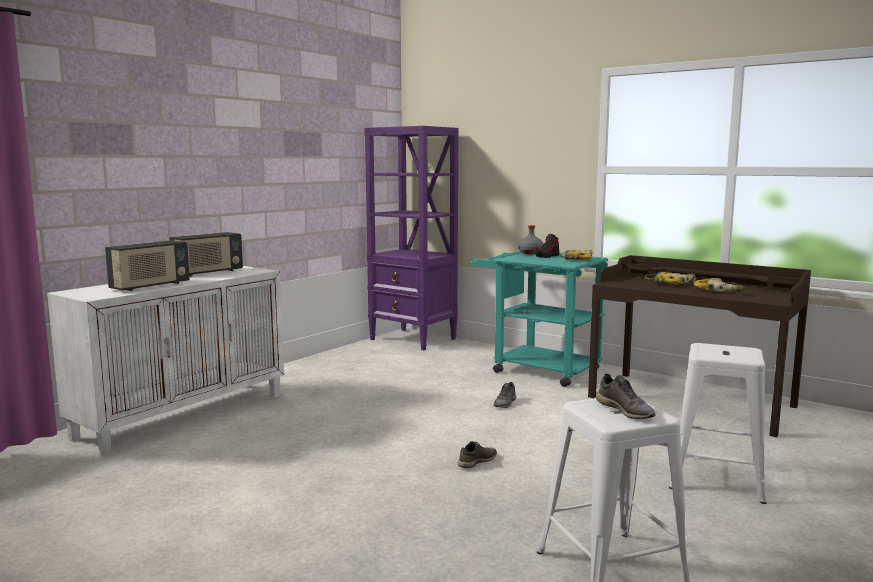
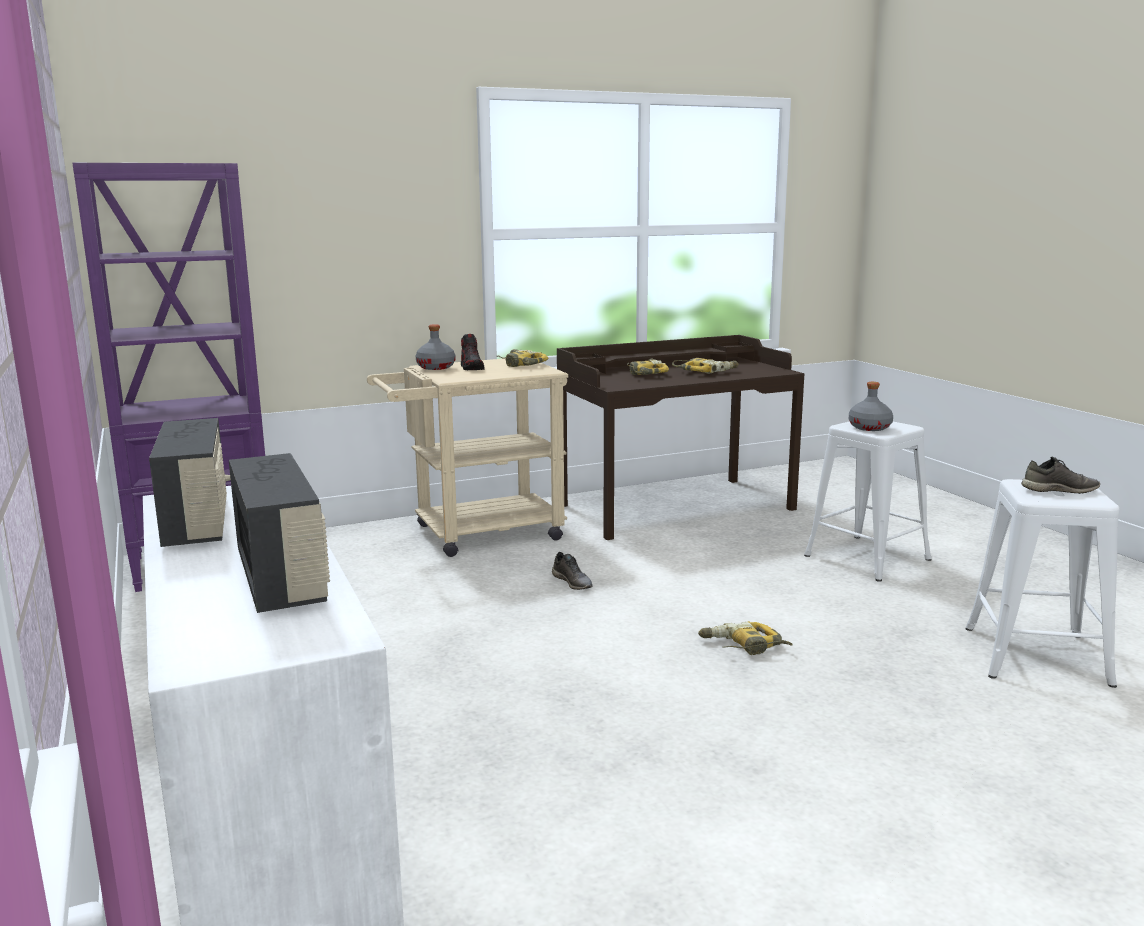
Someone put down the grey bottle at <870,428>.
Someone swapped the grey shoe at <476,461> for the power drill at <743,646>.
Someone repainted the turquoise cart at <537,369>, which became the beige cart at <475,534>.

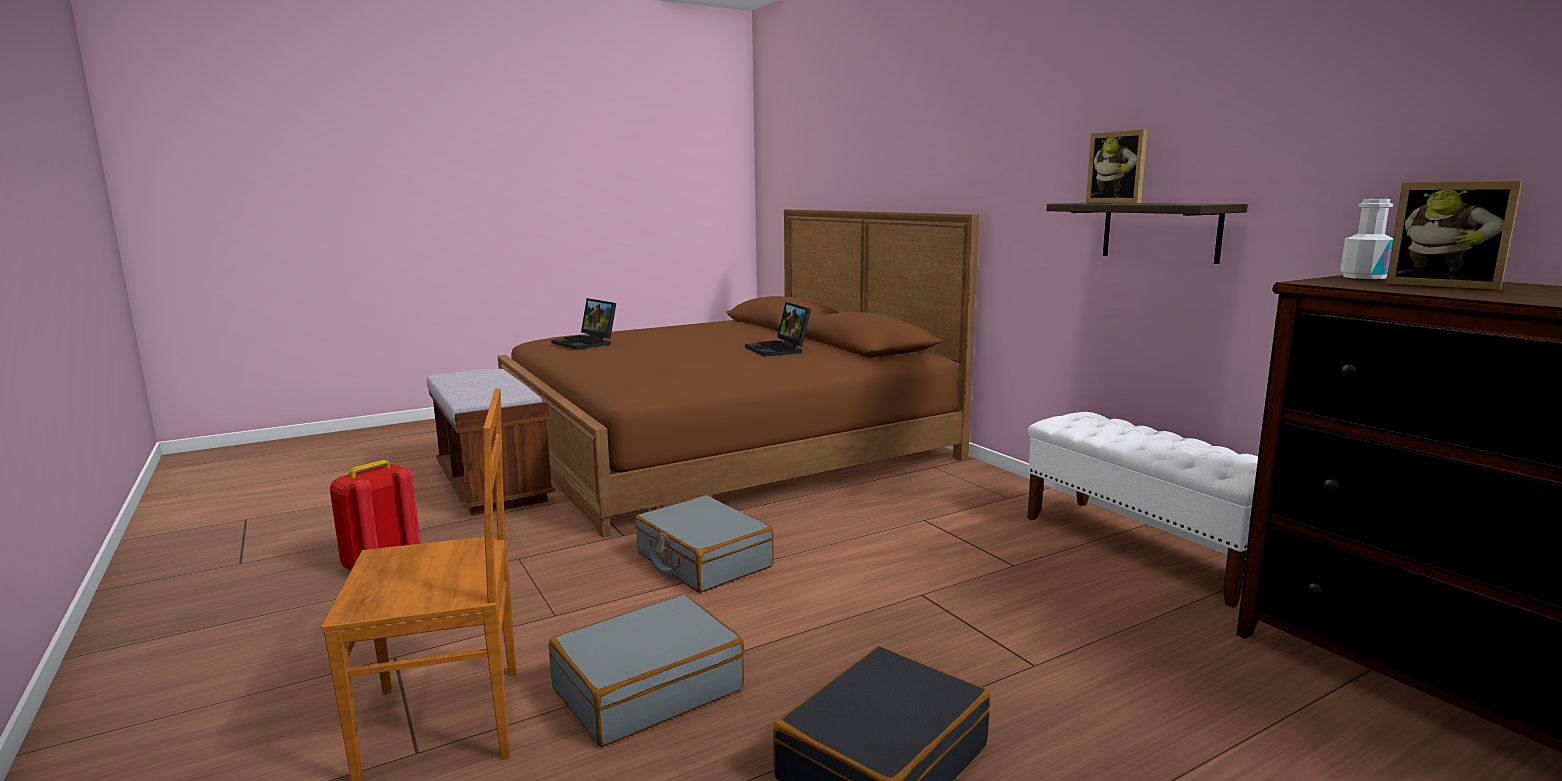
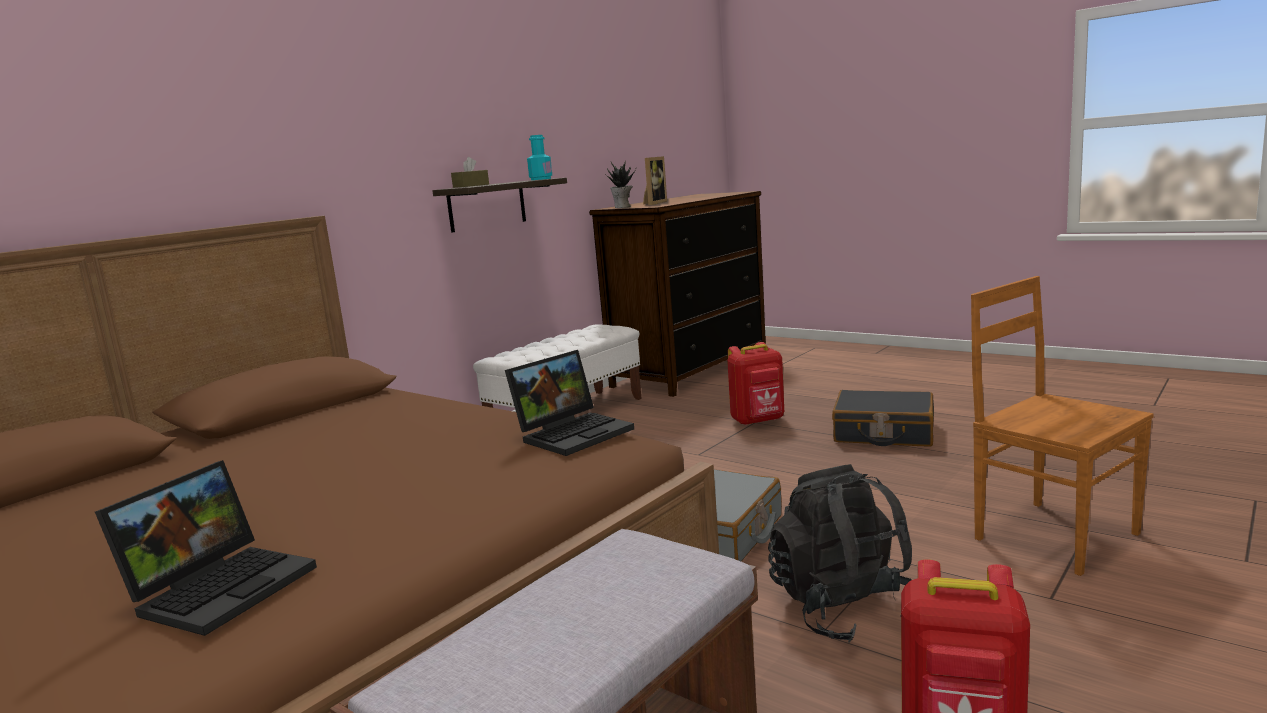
Someone took away the grey suitcase at <647,688>.
Someone put down the turquoise bottle at <541,179>.
Someone put down the red backpack at <758,421>.
Someone put down the black backpack at <845,610>.
Someone carried the laptop from <779,350> to <574,433>.
Someone swapped the picture frame at <1117,202> for the brown tissue box at <471,186>.
Someone swapped the white bottle at <1364,277> for the potted plant at <623,207>.

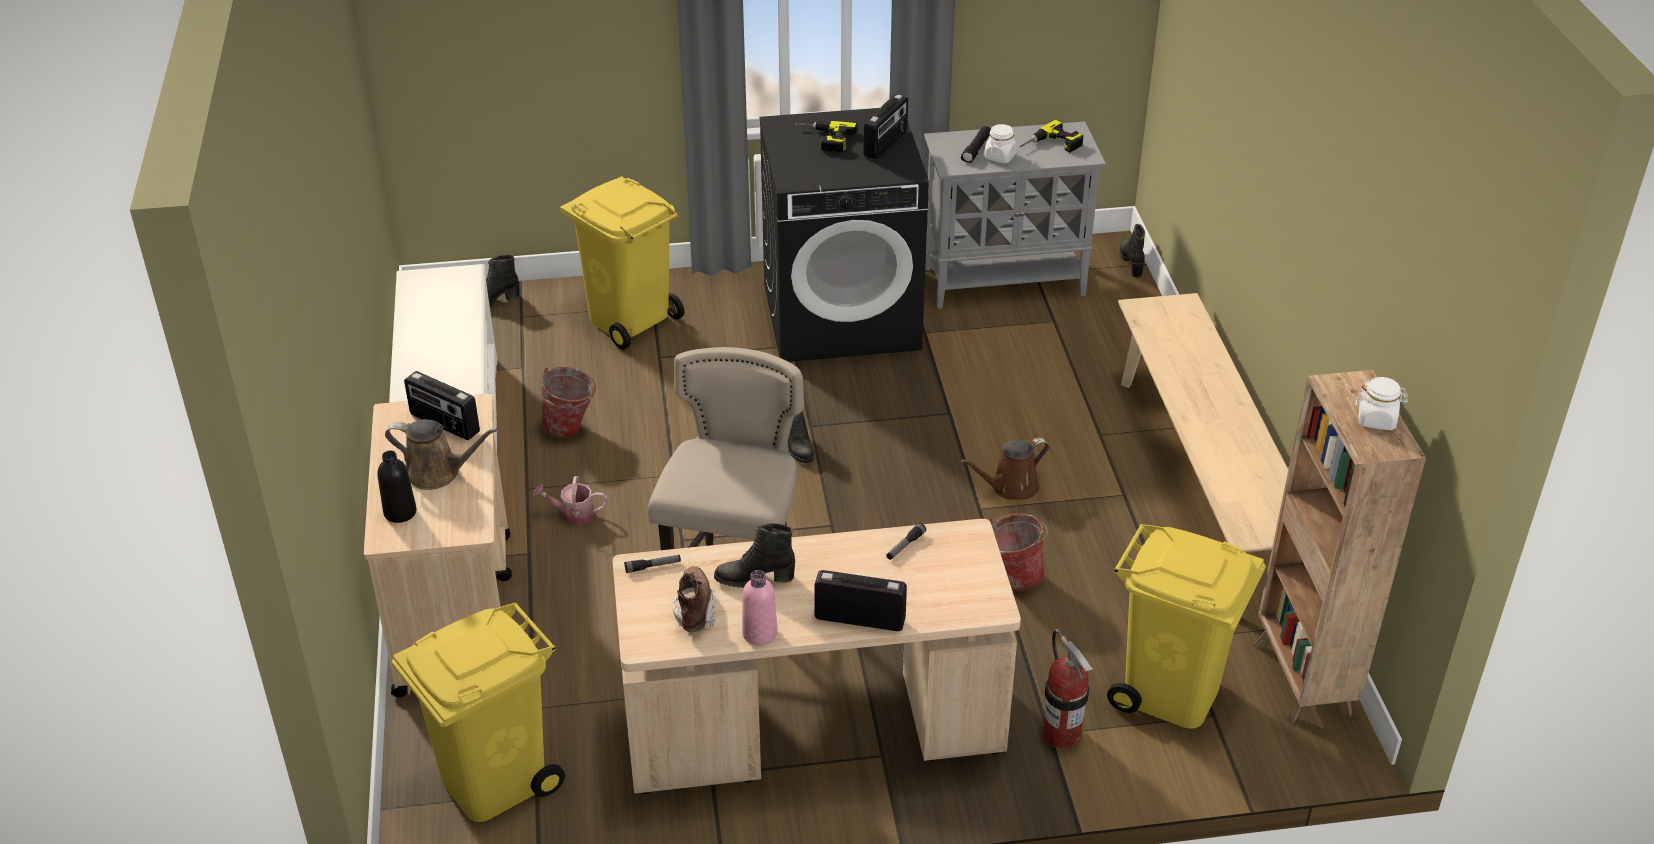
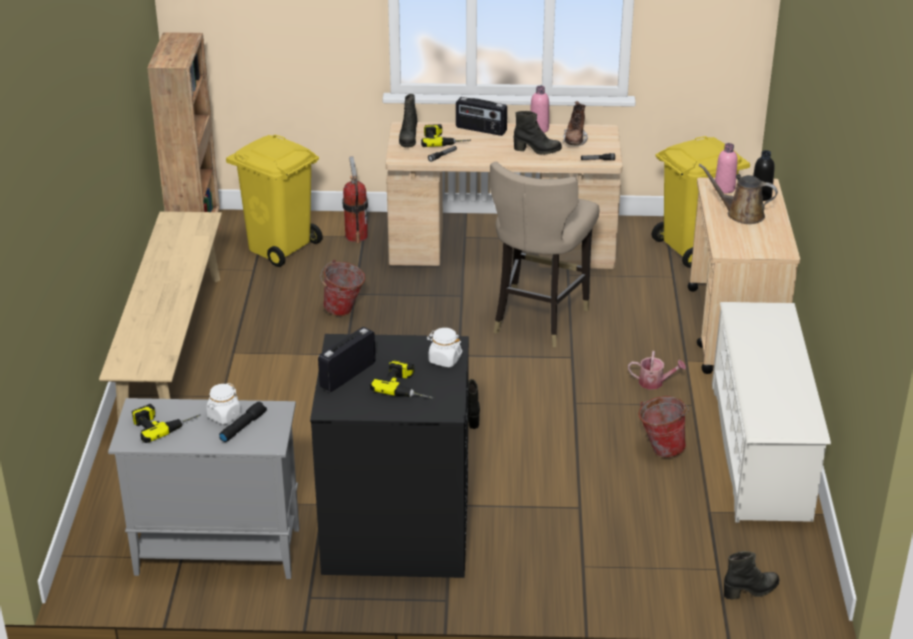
Someone took away the radio at <444,424>.
Someone took away the yellow trash can at <630,319>.
Someone took away the brown watering can at <1010,487>.
Someone put down the power drill at <444,140>.
Someone put down the pink bottle at <724,188>.
Someone carried the black boot from <1131,262> to <408,139>.
Someone carried the white jar from <1377,419> to <444,359>.

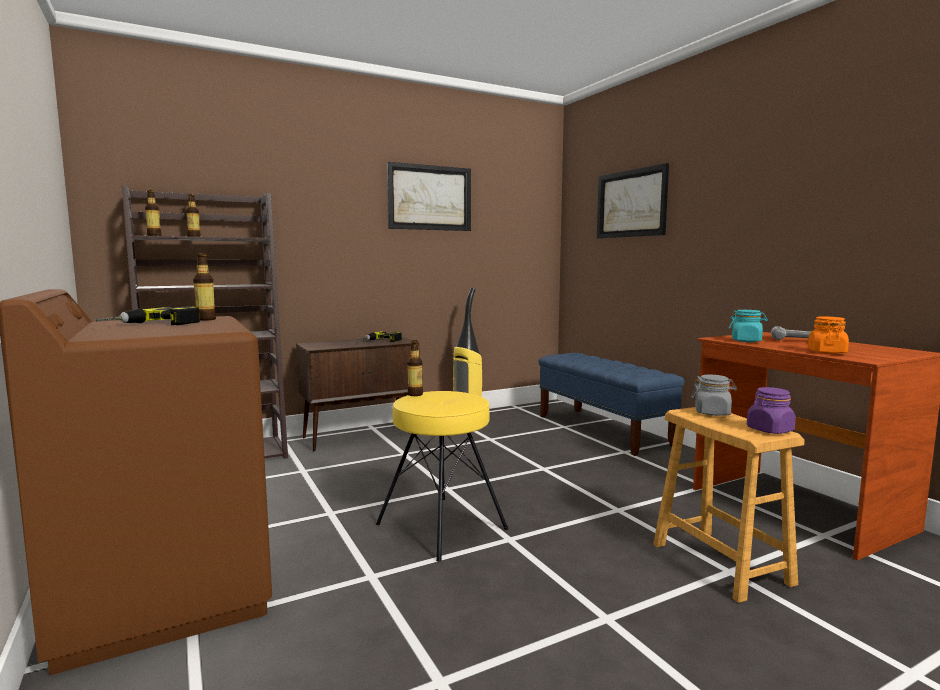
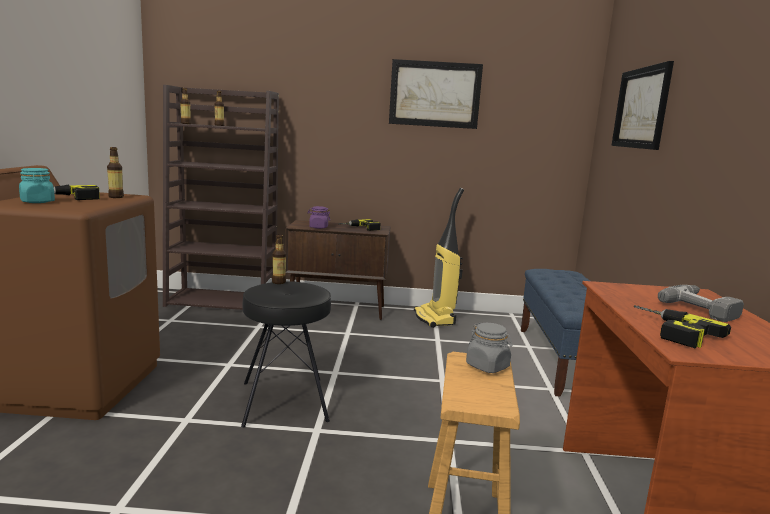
Someone carried the turquoise jar from <746,341> to <37,202>.
Someone carried the purple jar from <769,430> to <318,227>.
Someone swapped the orange jar at <826,352> for the power drill at <668,330>.
Someone repainted the yellow stool at <442,526>, which became the black stool at <285,401>.

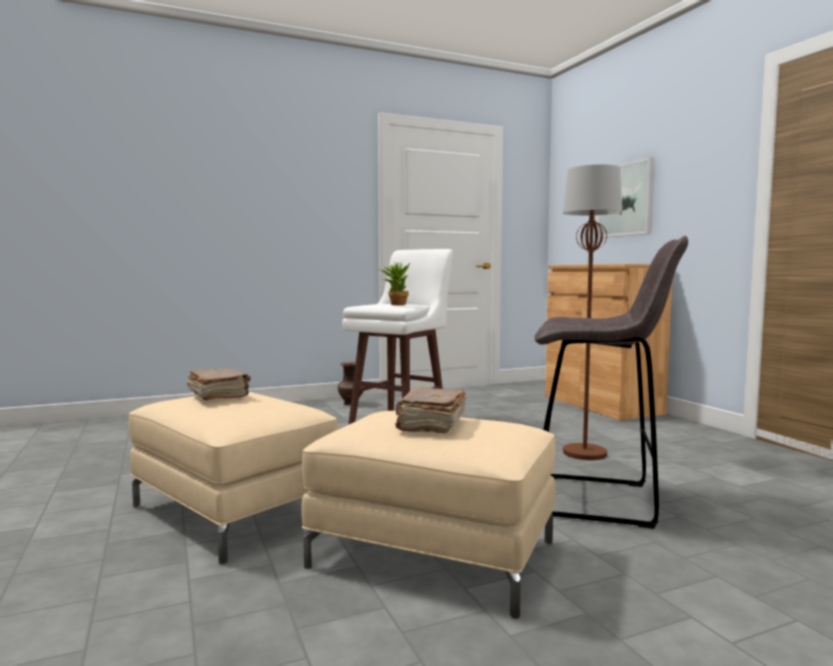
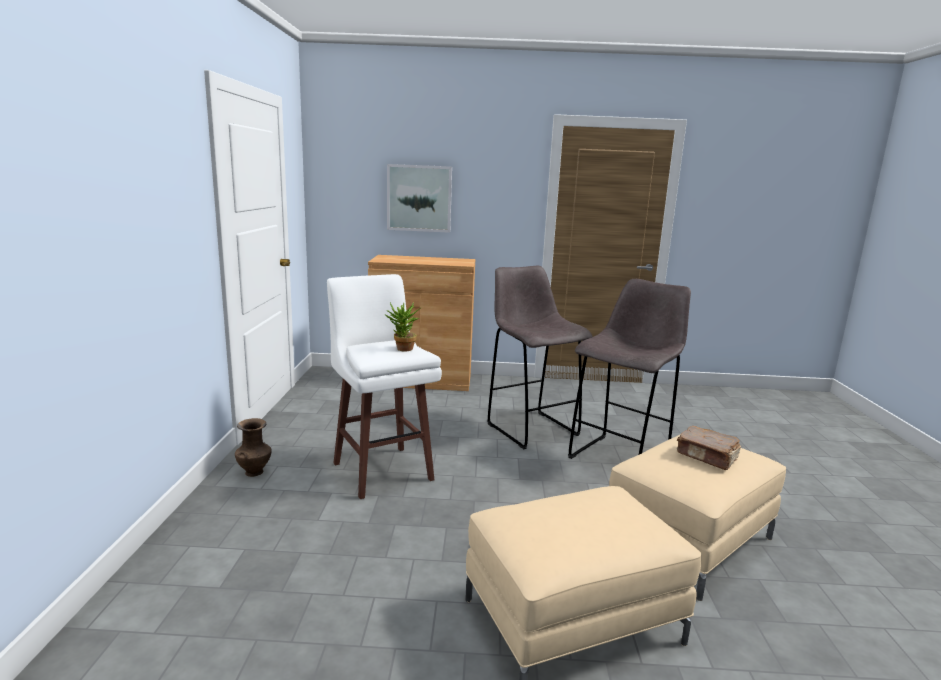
Someone took away the brown book at <219,396>.
Someone swapped the brown floor lamp at <585,453> for the grey stool at <530,428>.

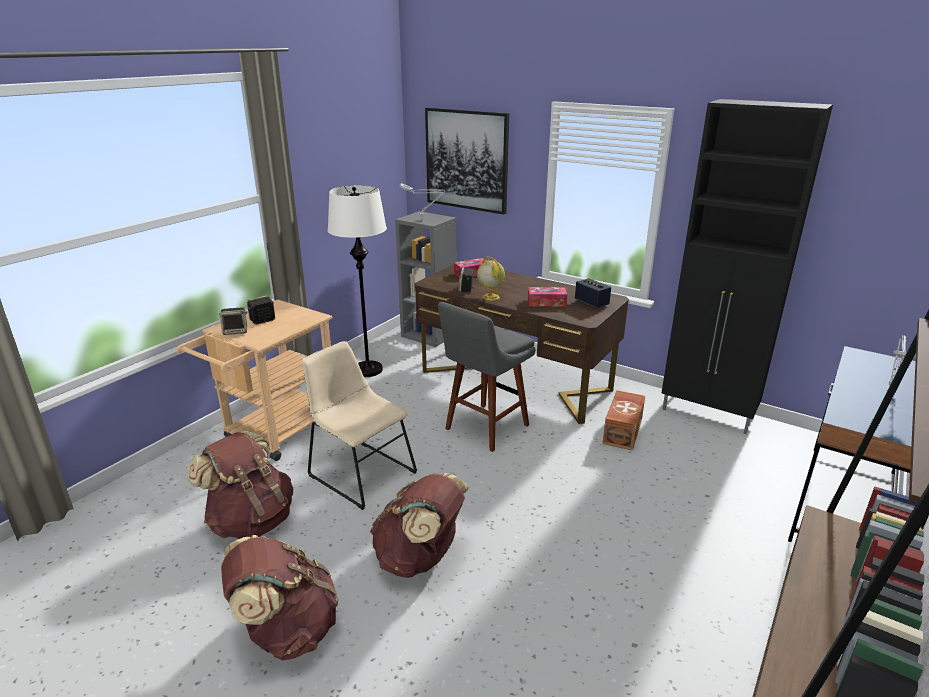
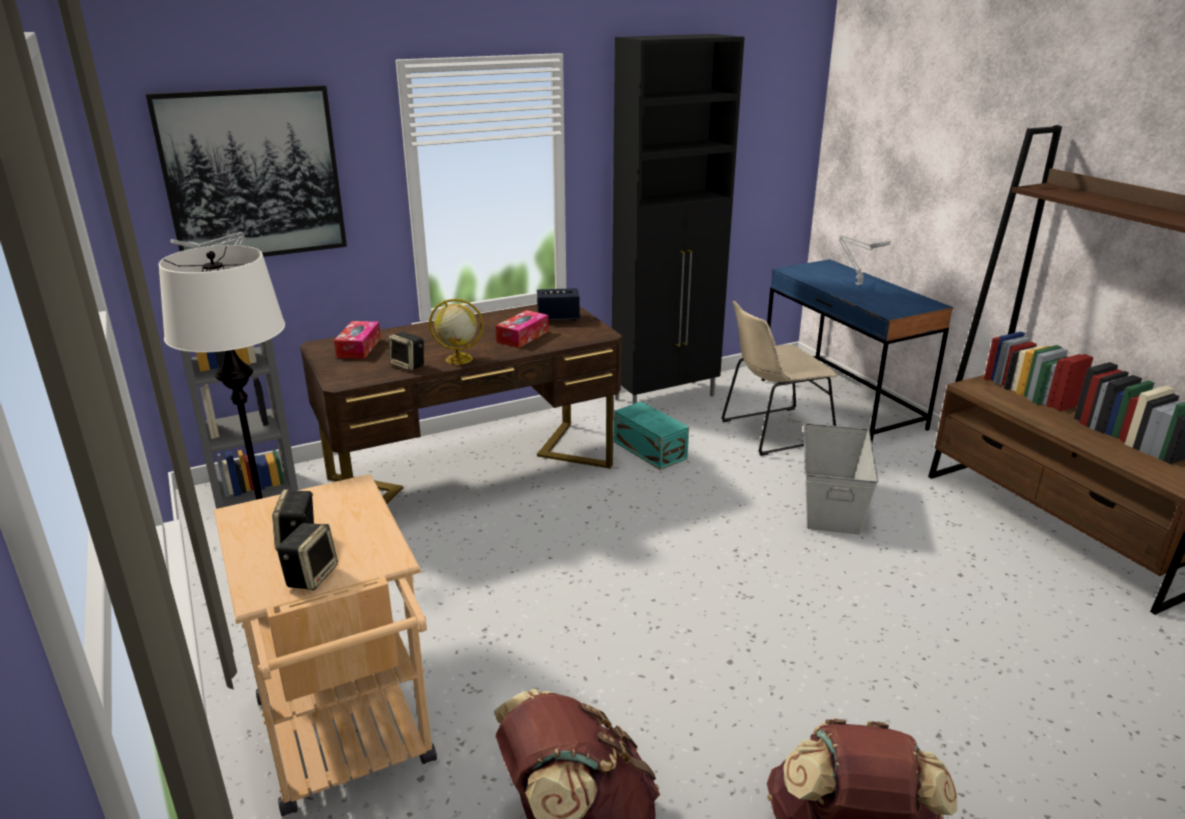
Someone took away the brown backpack at <420,558>.
Someone took away the grey stool at <484,429>.
Someone put down the grey storage box at <830,502>.
Someone carried the beige chair from <359,472> to <773,431>.
Someone repainted the brown storage box at <623,431>, which became the turquoise storage box at <650,449>.

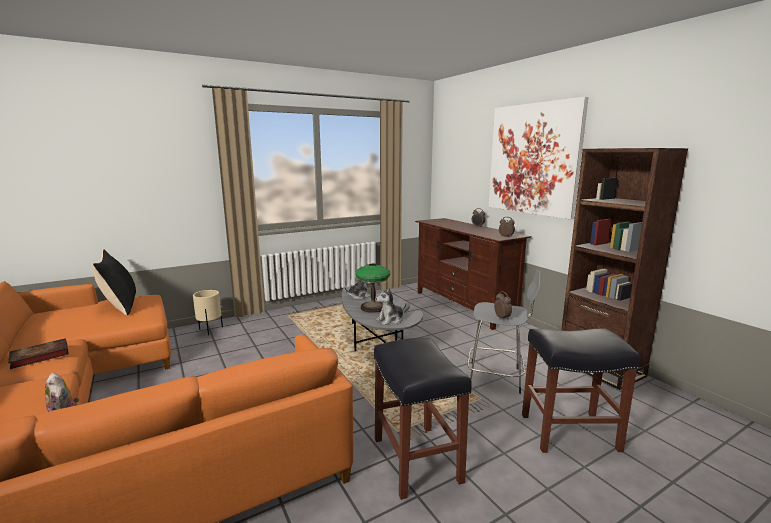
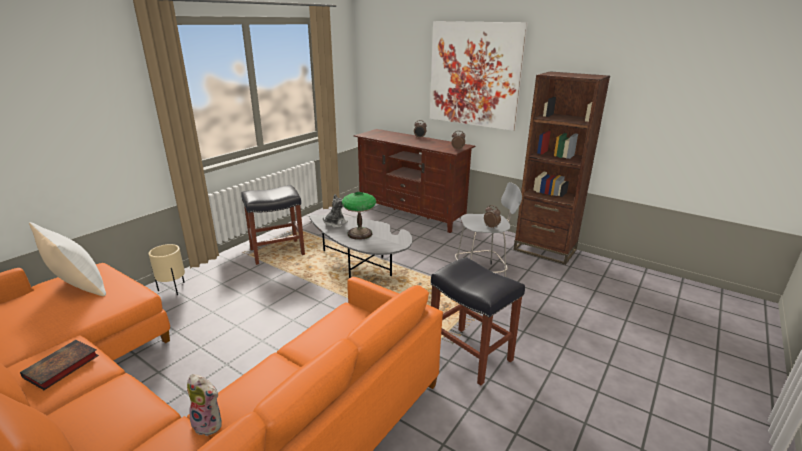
Someone took away the plush toy at <390,320>.
Someone carried the black stool from <570,432> to <278,251>.
Someone repainted the black pillow at <120,306>, which became the white pillow at <77,287>.

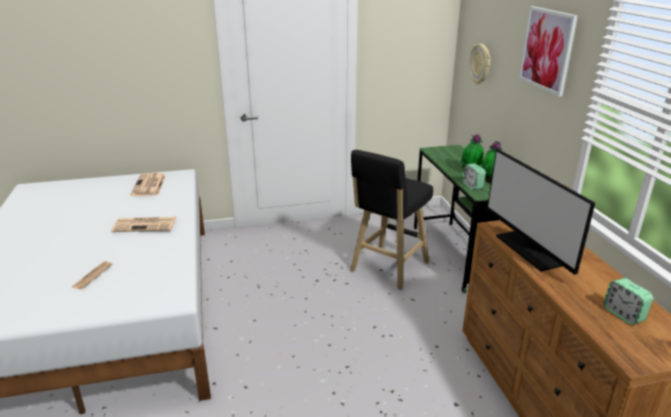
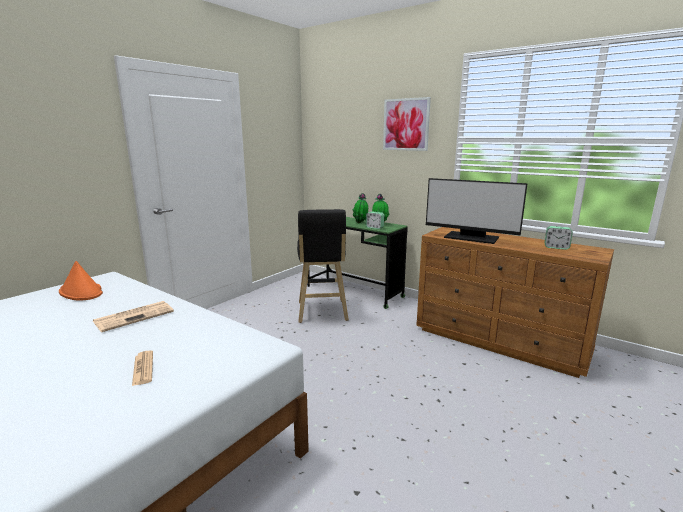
Someone took away the wall clock at <480,64>.
Someone swapped the newspaper at <149,185> for the orange hat at <81,292>.

